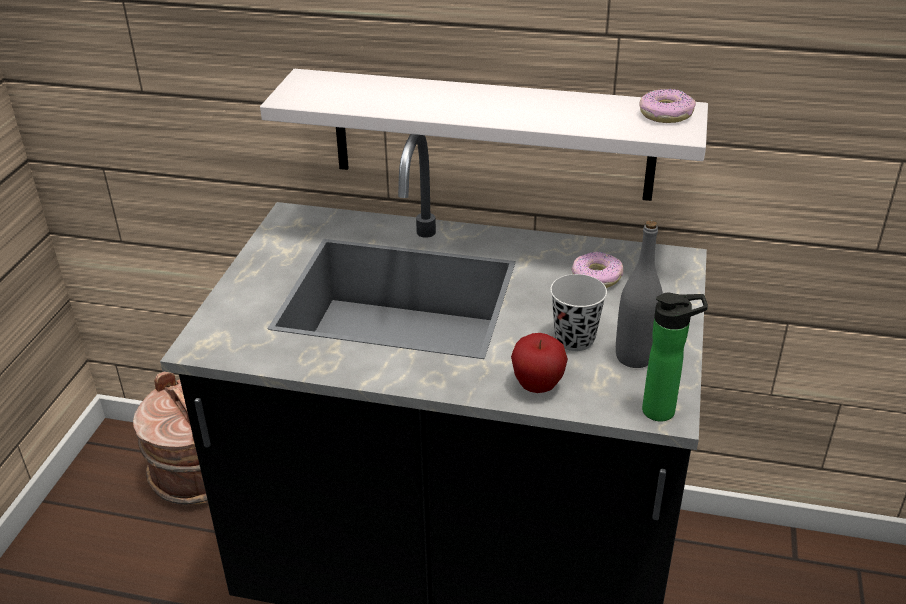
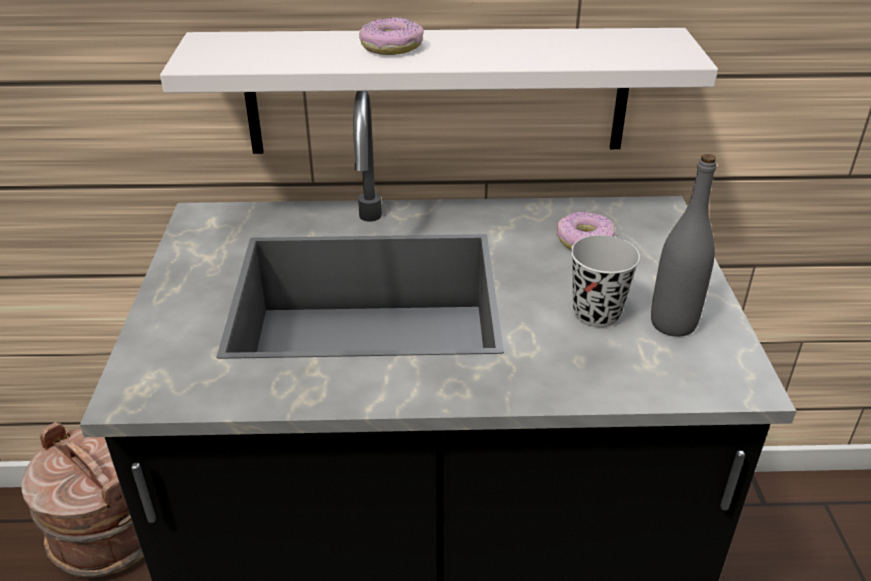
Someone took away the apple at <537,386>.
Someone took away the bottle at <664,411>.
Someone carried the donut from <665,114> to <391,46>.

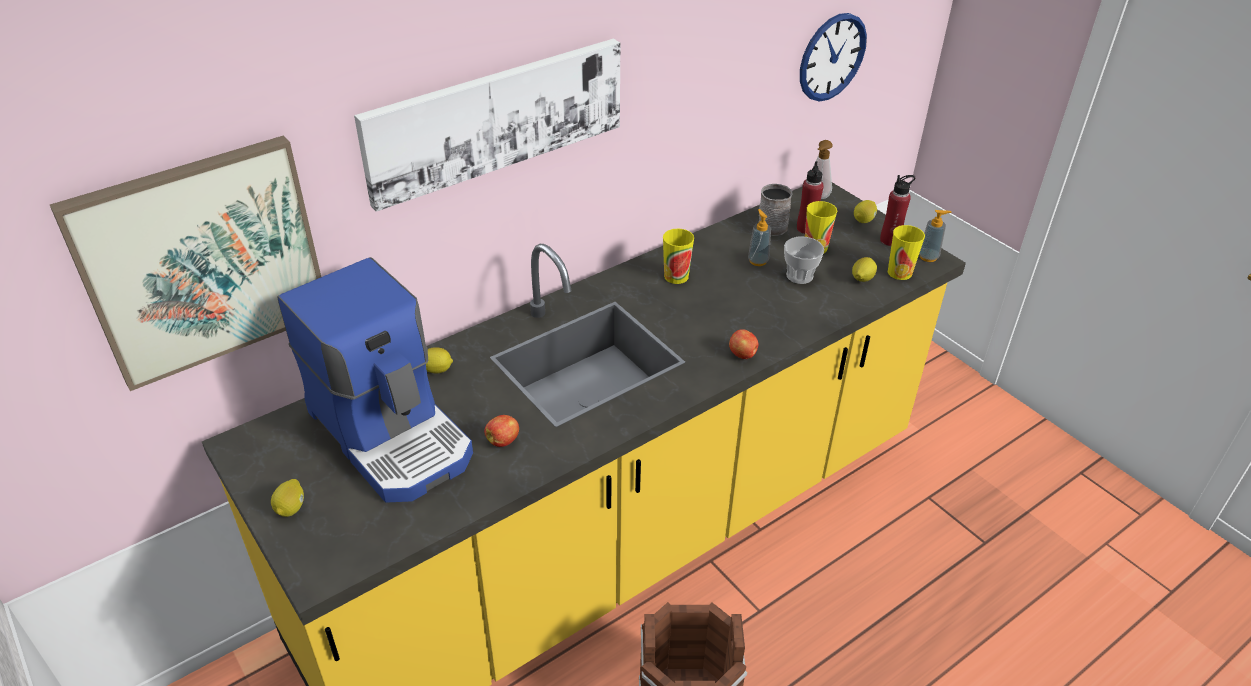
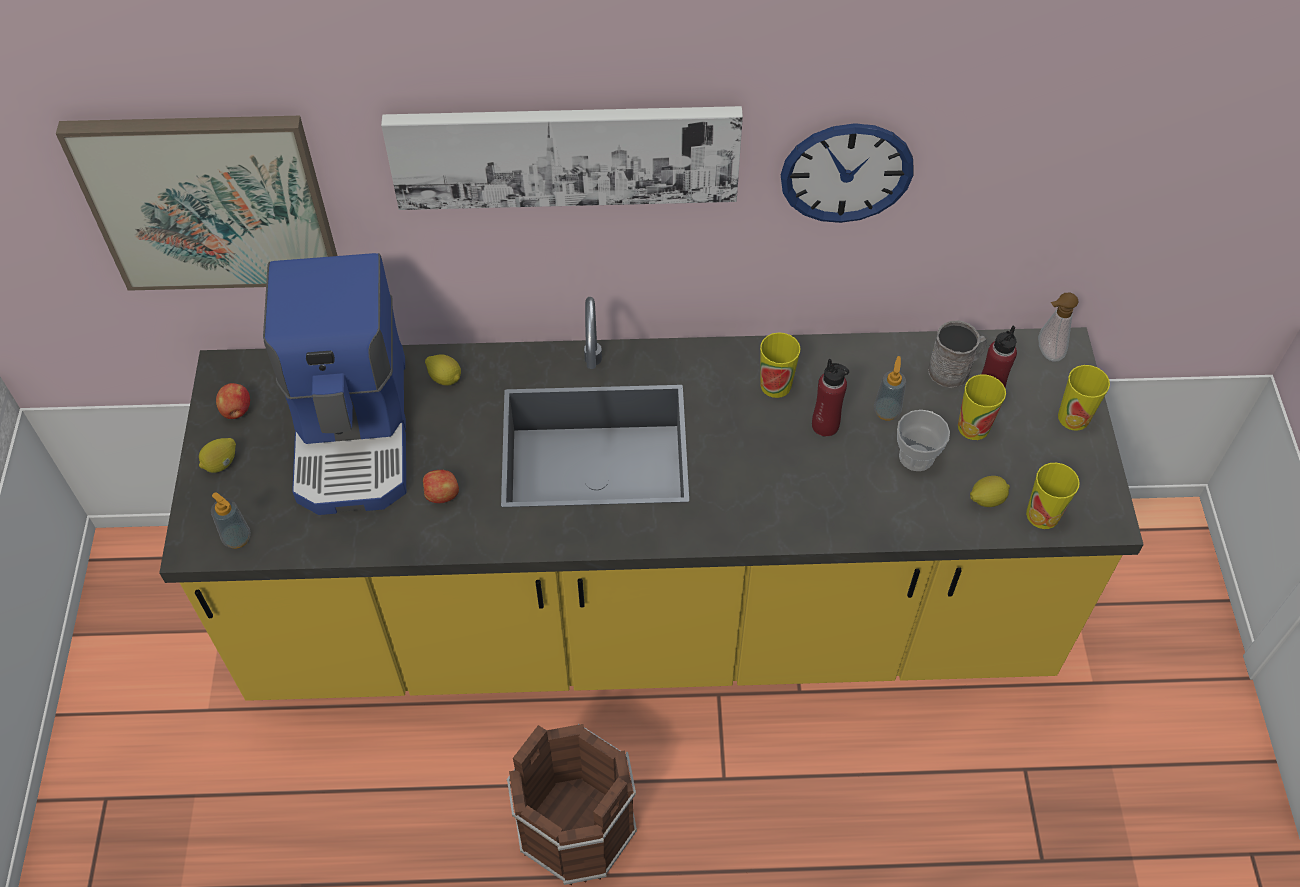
Someone carried the apple from <743,355> to <236,411>.
Someone carried the wall clock from <832,57> to <846,173>.
Someone carried the red bottle from <890,240> to <825,425>.
Someone carried the soap dispenser from <928,257> to <237,538>.
Someone swapped the lemon at <864,220> for the cup at <1073,417>.

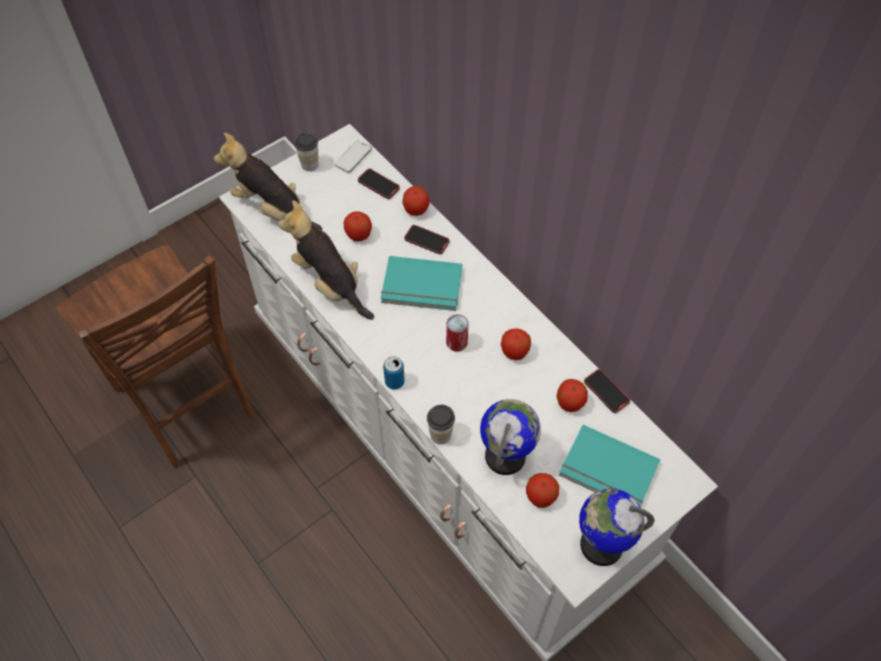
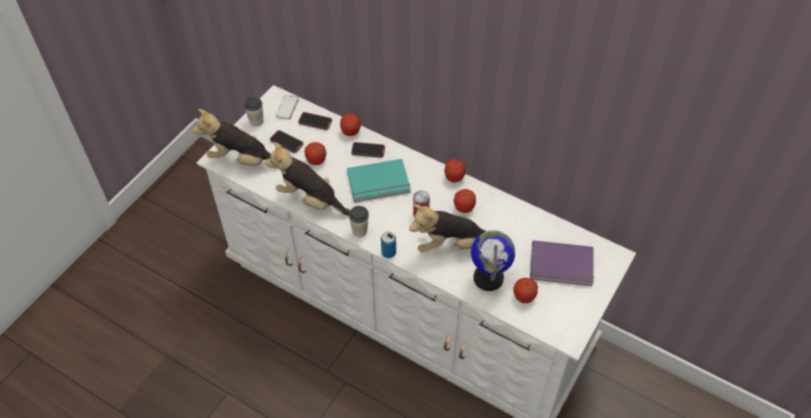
Someone took away the brown chair at <186,402>.
Someone took away the globe at <601,544>.
Someone put down the plush toy at <450,245>.
Someone carried the cup from <440,434> to <359,231>.
Someone carried the apple from <570,403> to <454,177>.
Someone carried the phone from <606,392> to <286,142>.
Someone repainted the turquoise book at <608,471>, which became the purple book at <561,266>.

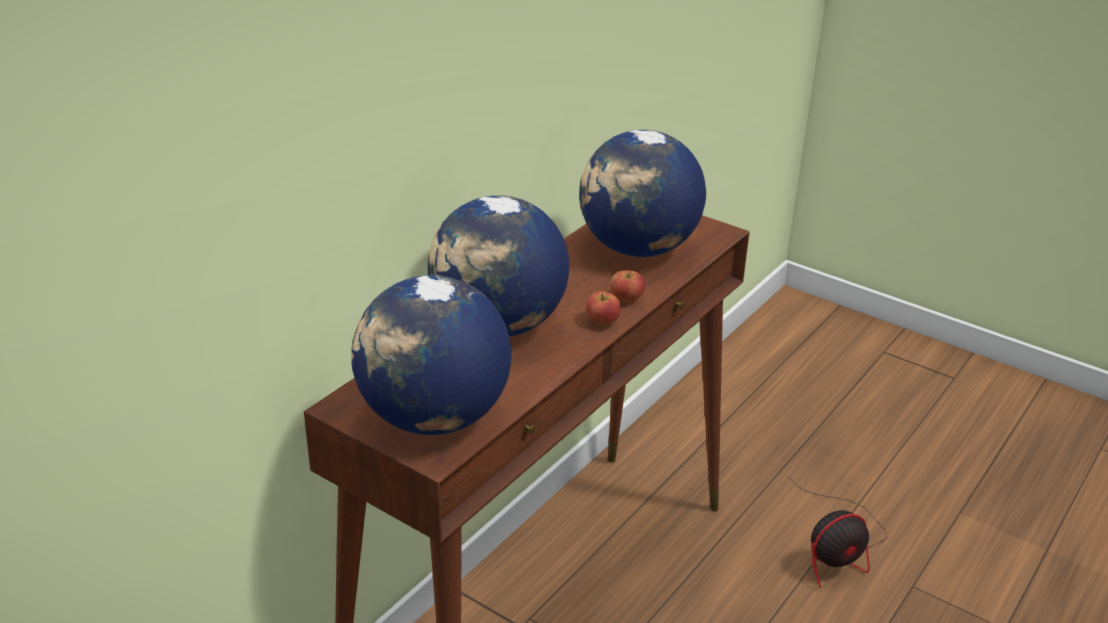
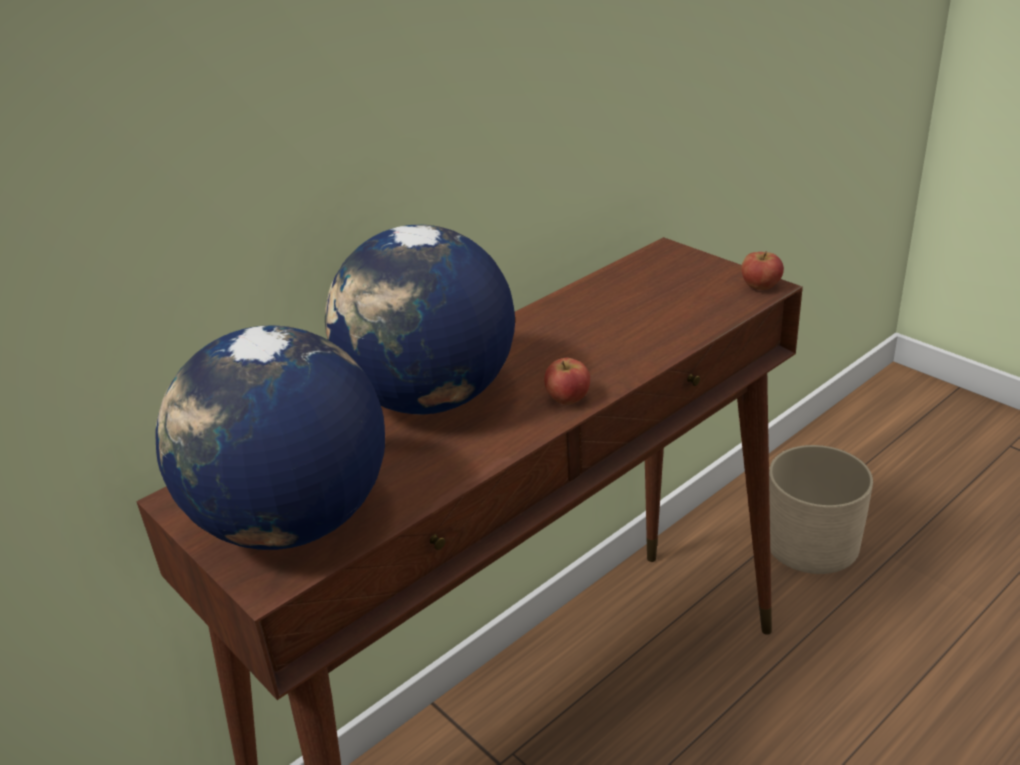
Someone took away the globe at <637,249>.
Someone took away the fan at <838,549>.
Someone put down the beige planter at <812,542>.
Someone carried the apple from <626,299> to <760,287>.

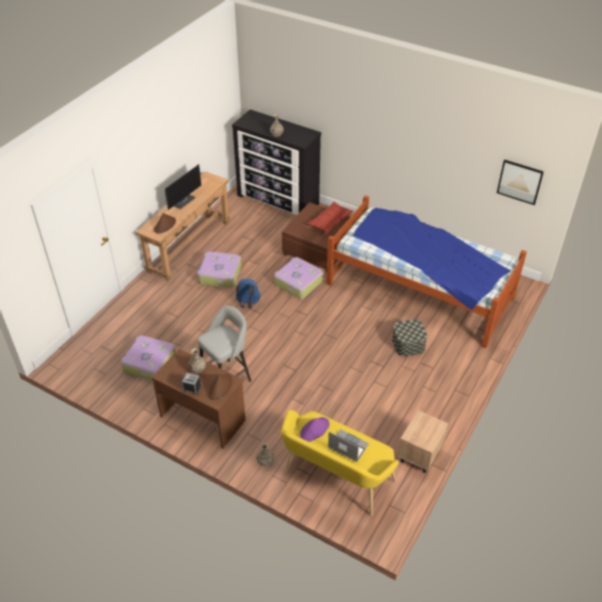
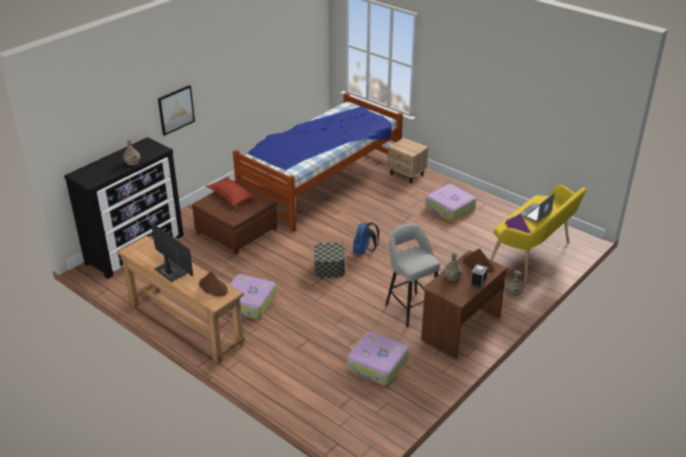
Someone carried the blue backpack from <247,304> to <364,252>.
Someone carried the suitcase from <298,282> to <449,208>.
Someone carried the storage box from <408,344> to <329,268>.
Someone carried the beige nightstand from <419,455> to <407,174>.
Someone carried the picture from <519,182> to <176,110>.

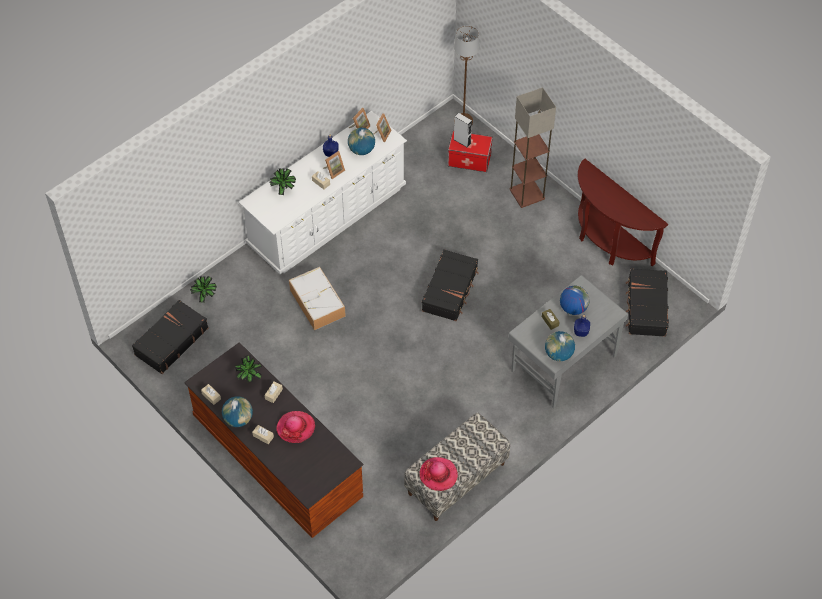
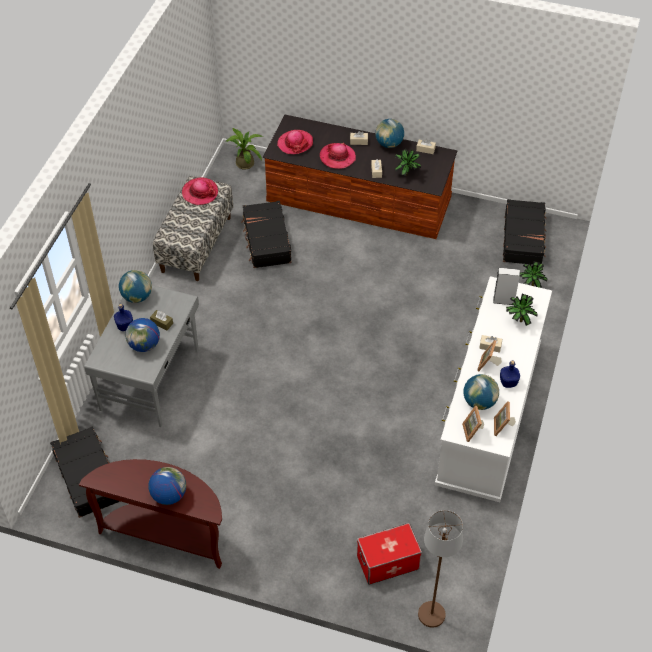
Someone took away the storage box at <318,303>.
Someone took away the floor lamp at <527,194>.
Someone put down the globe at <169,495>.
Someone put down the potted plant at <244,162>.
Someone put down the hat at <295,143>.
Someone carried the black suitcase from <450,290> to <266,240>.
Someone carried the grey speaker from <462,141> to <503,301>.

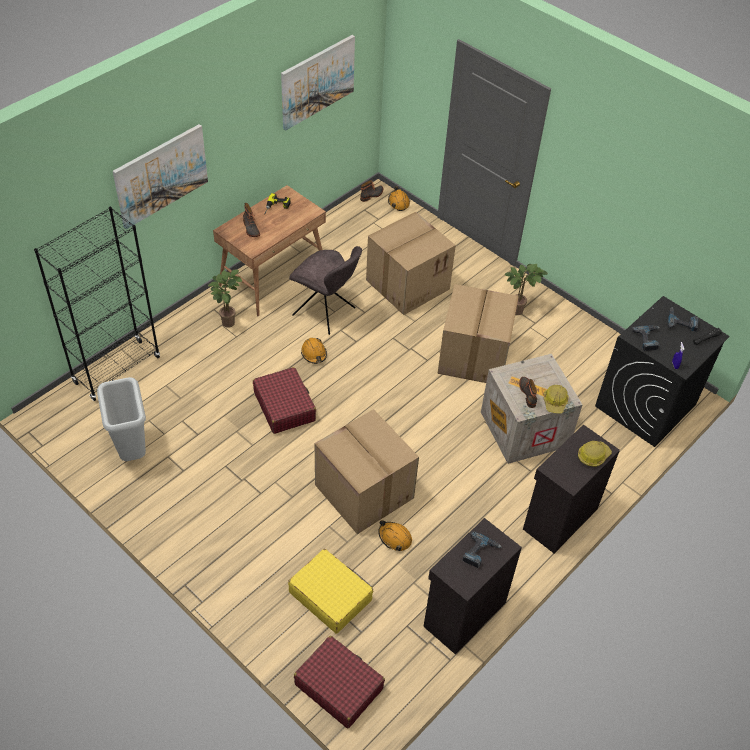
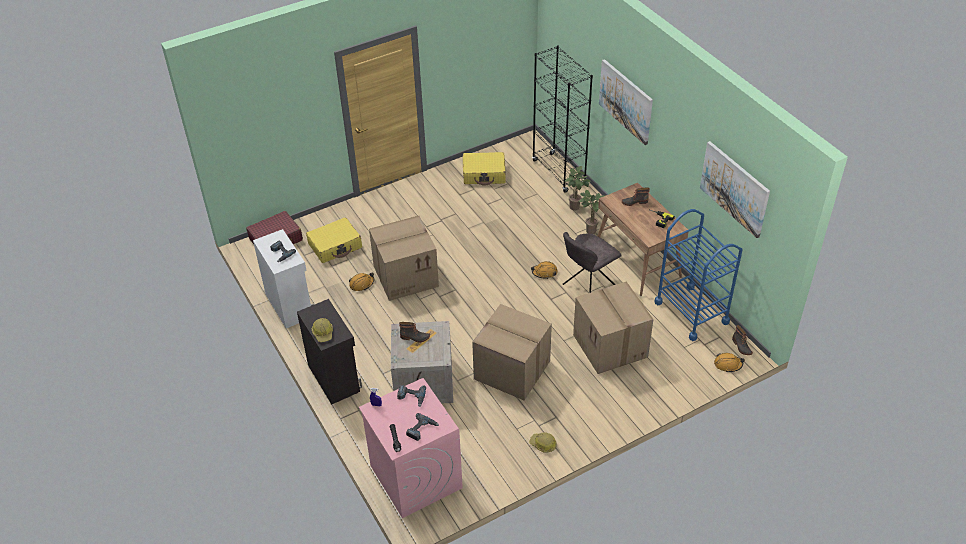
Someone took away the red suitcase at <284,406>.
Someone put down the blue cart at <691,312>.
Someone carried the potted plant from <518,309> to <575,208>.
Someone carried the hard hat from <555,402> to <543,444>.
Someone swapped the grey trash can at <131,451> for the yellow suitcase at <484,174>.
Someone repainted the black cabinet at <463,614>, which became the white cabinet at <290,305>.
Someone repainted the black washing machine at <645,406>, which became the pink washing machine at <415,476>.

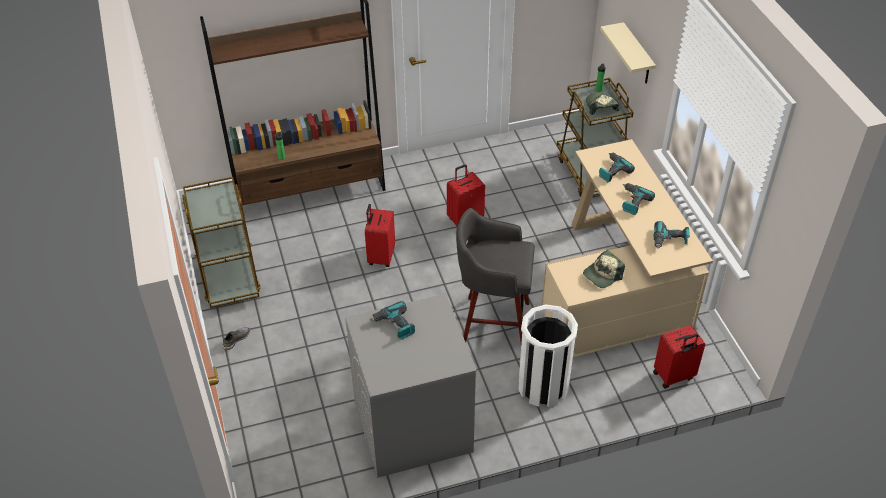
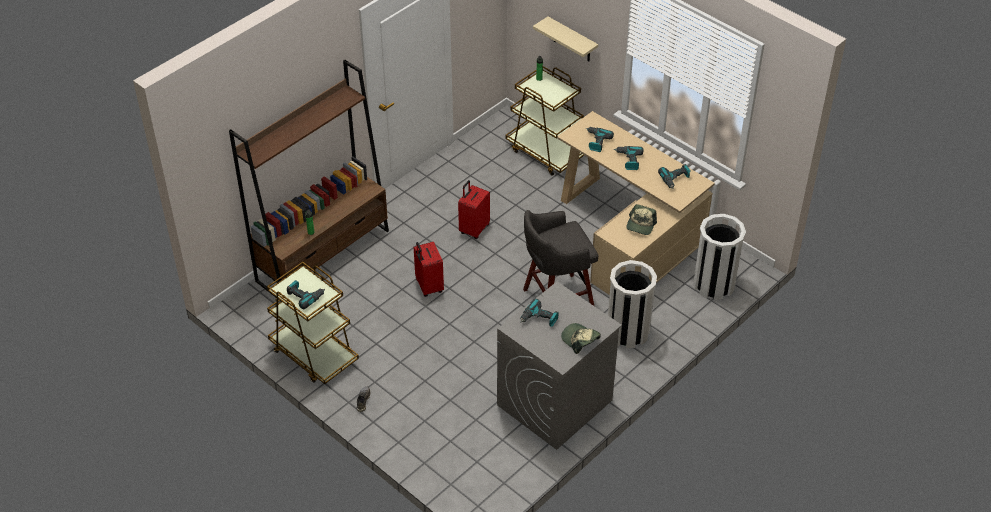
Someone put down the power drill at <305,296>.
Someone carried the cap from <601,106> to <580,340>.
Someone swapped the red suitcase at <674,376> for the white trash can at <714,284>.

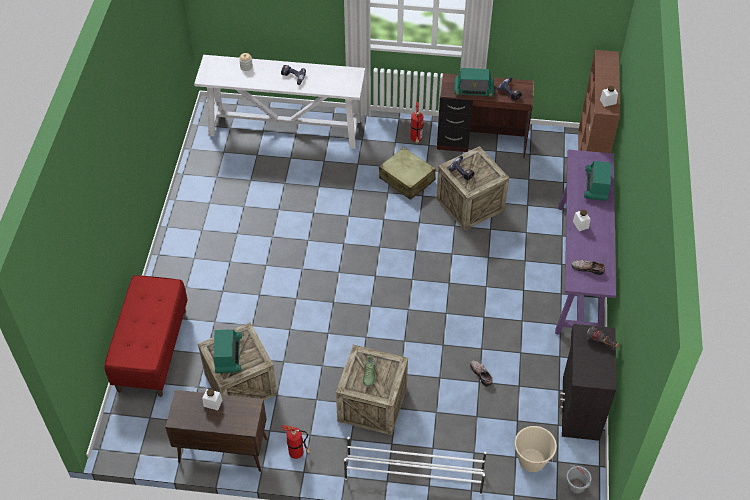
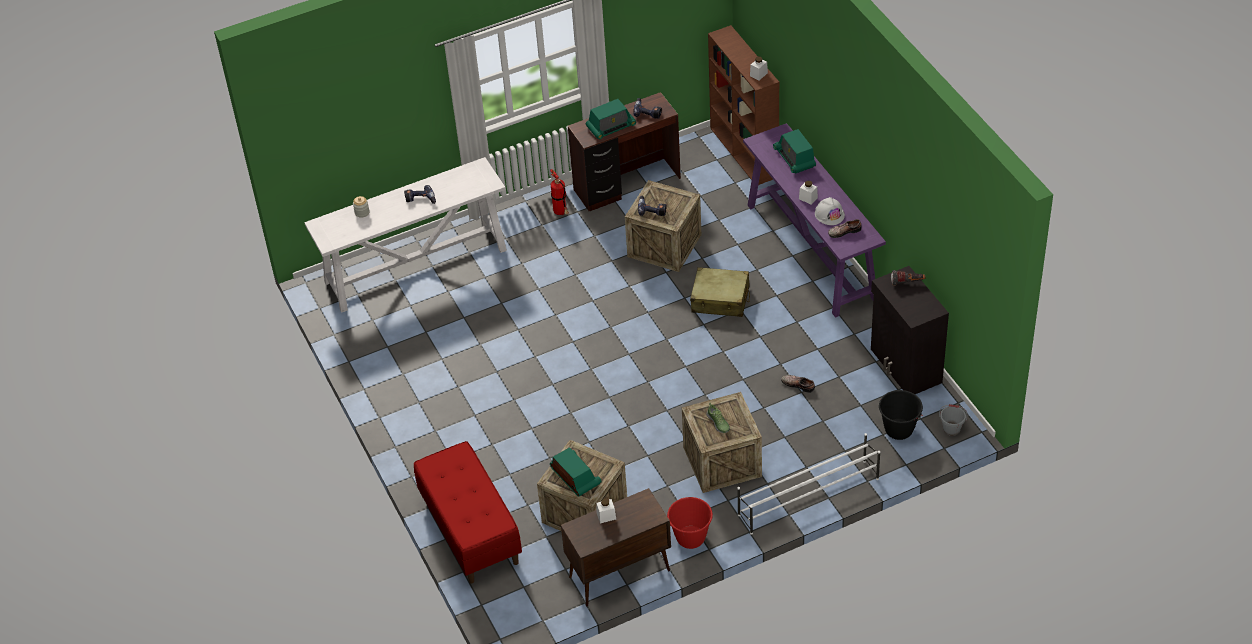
Someone put down the white hard hat at <829,214>.
Someone carried the beige suitcase from <407,179> to <720,299>.
Someone swapped the fire extinguisher at <298,454> for the red bucket at <690,538>.
Someone repainted the beige bucket at <531,460>, which became the black bucket at <898,430>.

